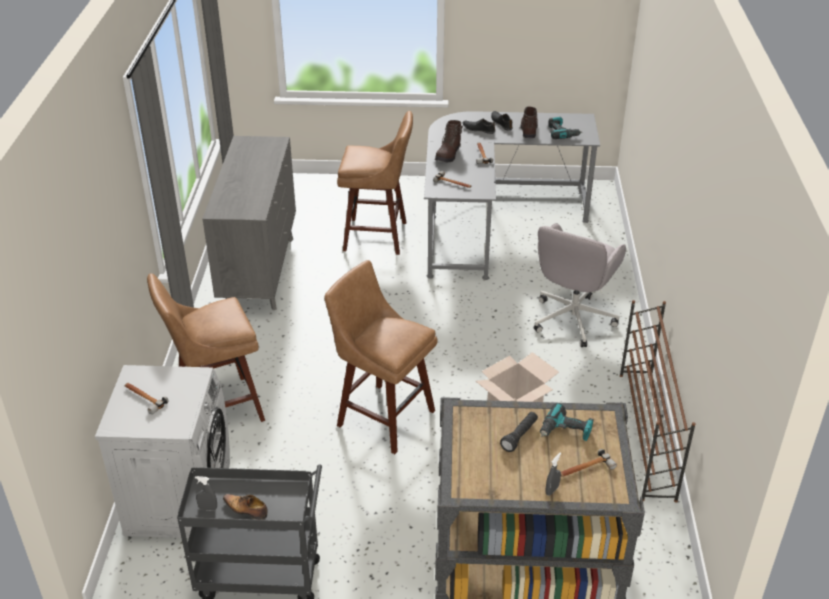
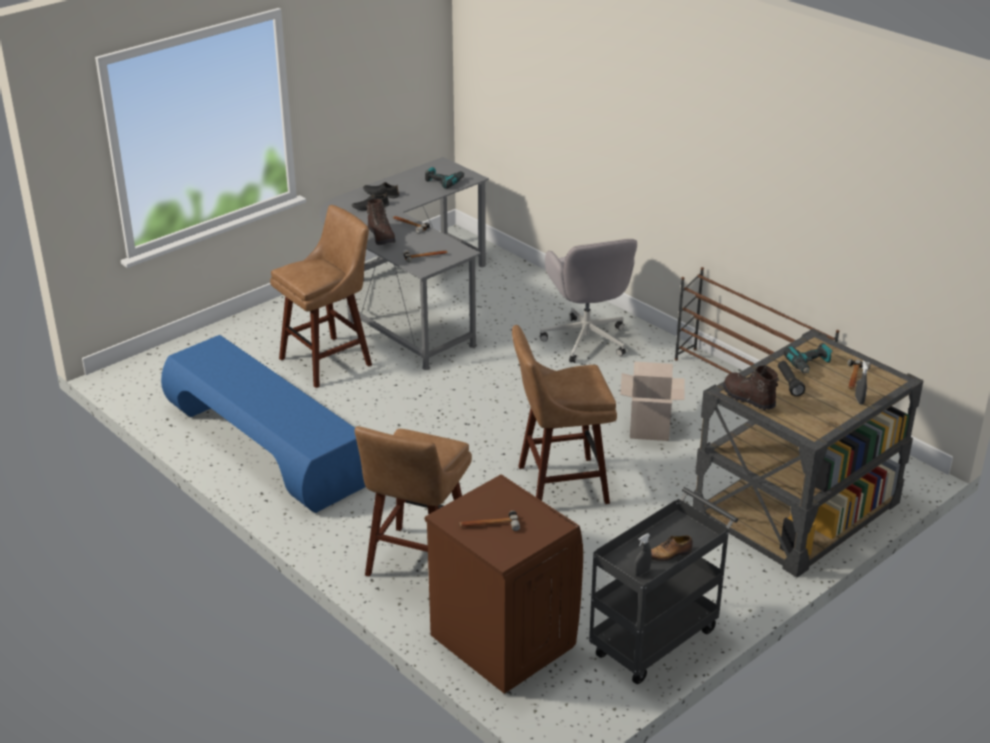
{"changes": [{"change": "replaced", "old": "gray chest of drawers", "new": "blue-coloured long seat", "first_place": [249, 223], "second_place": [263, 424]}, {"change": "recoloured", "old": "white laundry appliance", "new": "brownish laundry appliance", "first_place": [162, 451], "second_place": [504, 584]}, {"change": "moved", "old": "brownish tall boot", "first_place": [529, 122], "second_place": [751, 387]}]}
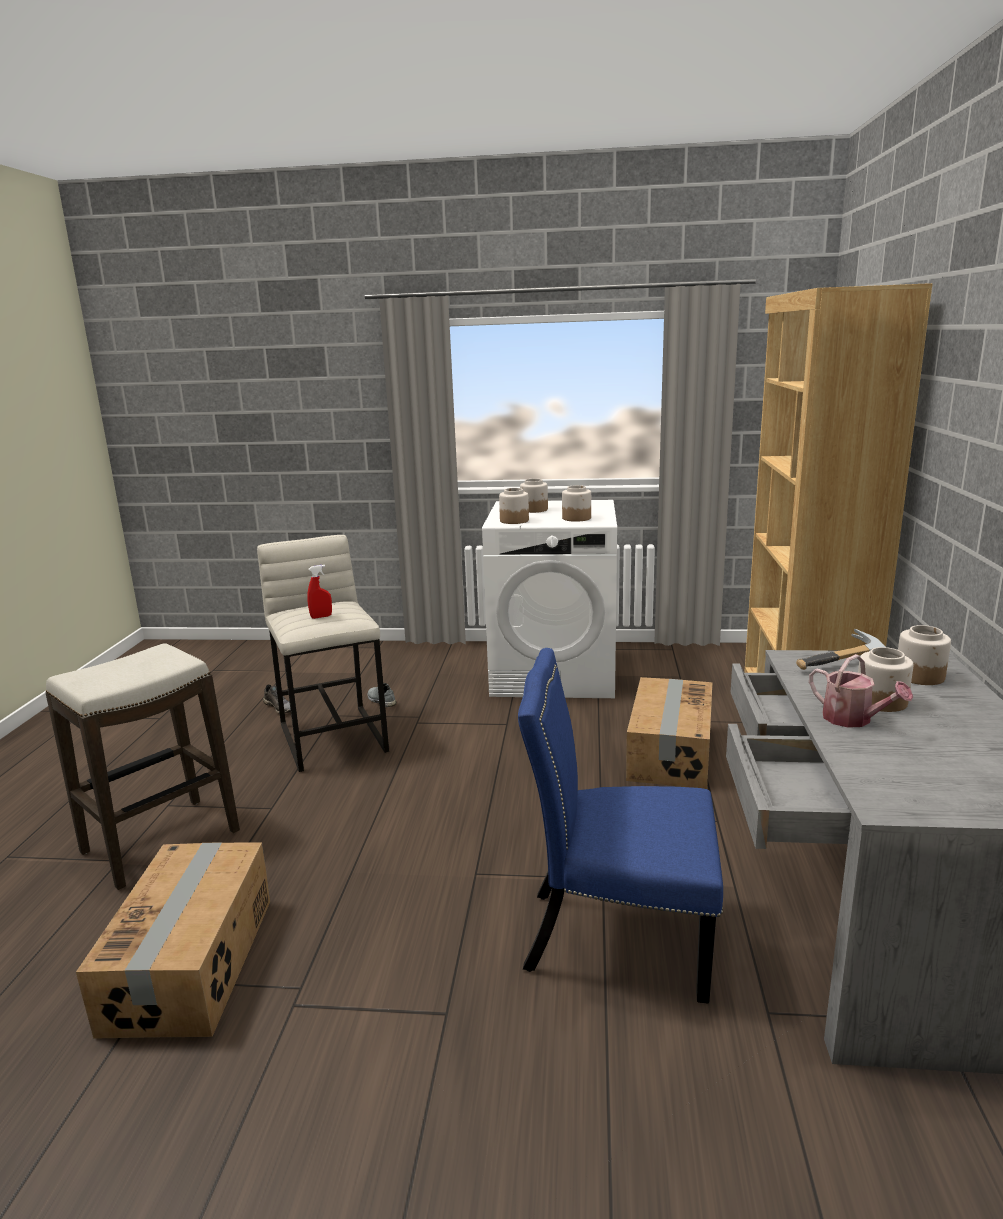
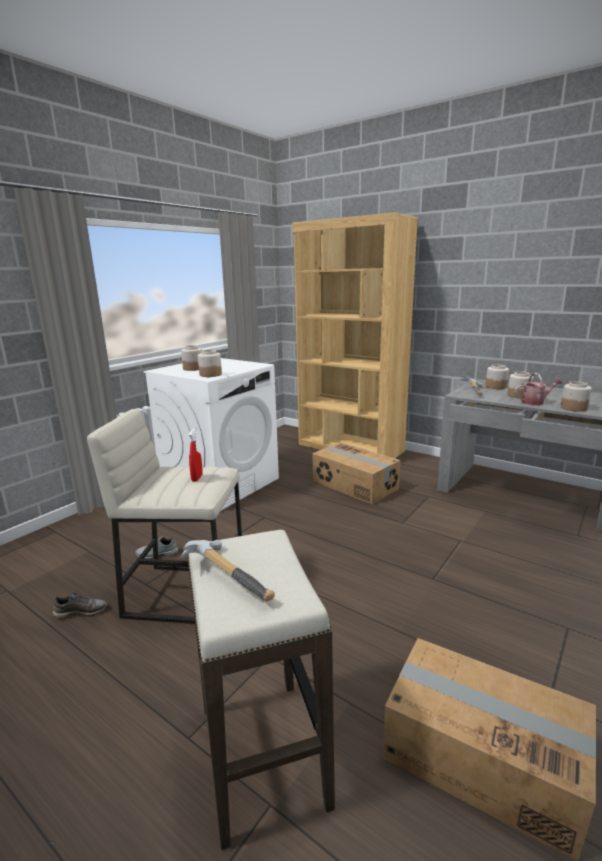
{"changes": [{"change": "added", "new": "tool hammer", "second_place": [228, 570]}, {"change": "moved", "old": "preserve jar", "first_place": [576, 503], "second_place": [576, 396]}, {"change": "removed", "old": "blue-coloured chair", "first_place": [620, 825]}]}
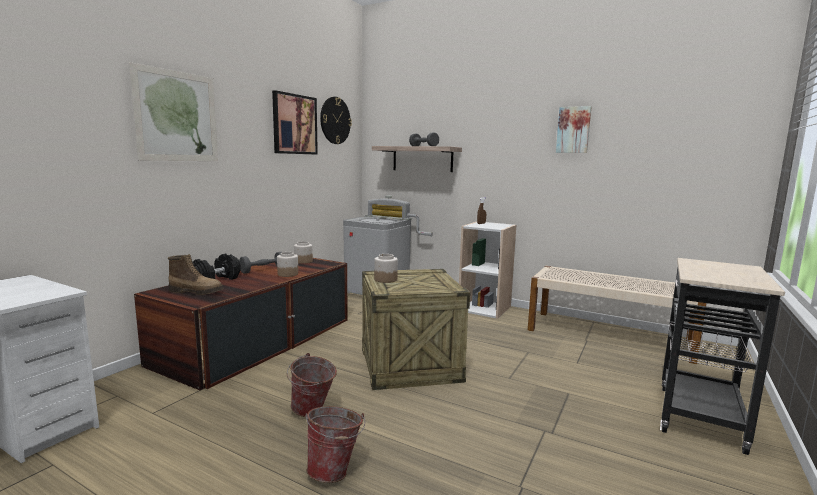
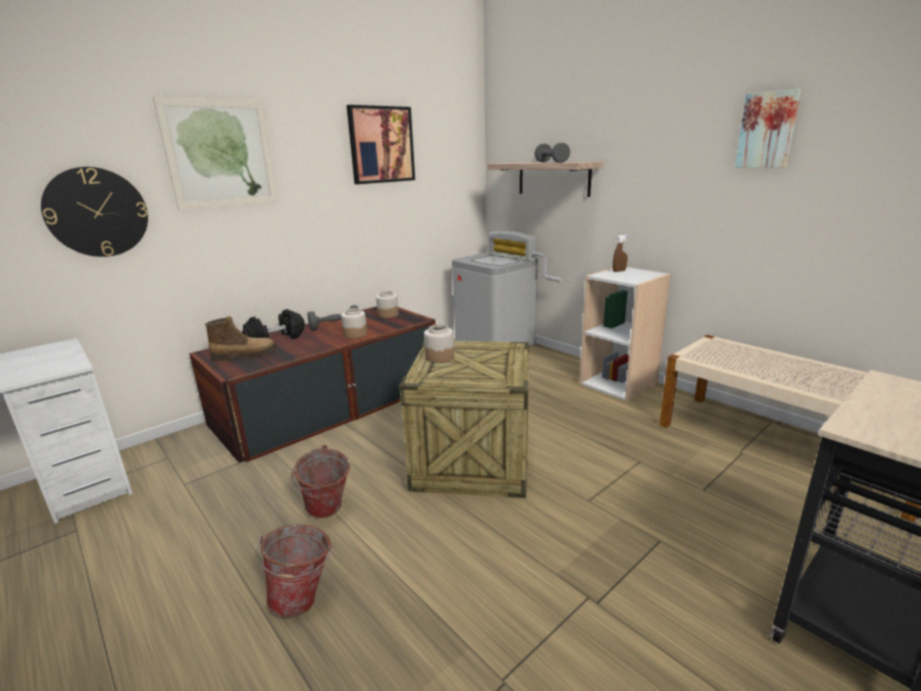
{"changes": [{"change": "moved", "old": "clock on the wall", "first_place": [336, 120], "second_place": [94, 212]}, {"change": "turned", "old": "tall boot", "first_place": [196, 274], "second_place": [241, 338], "degrees": -45}]}
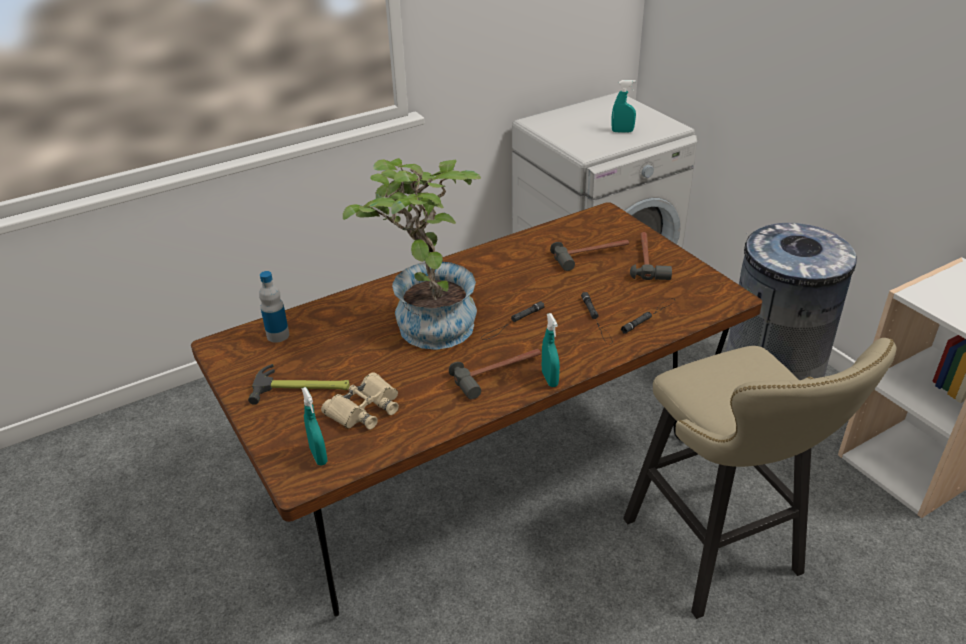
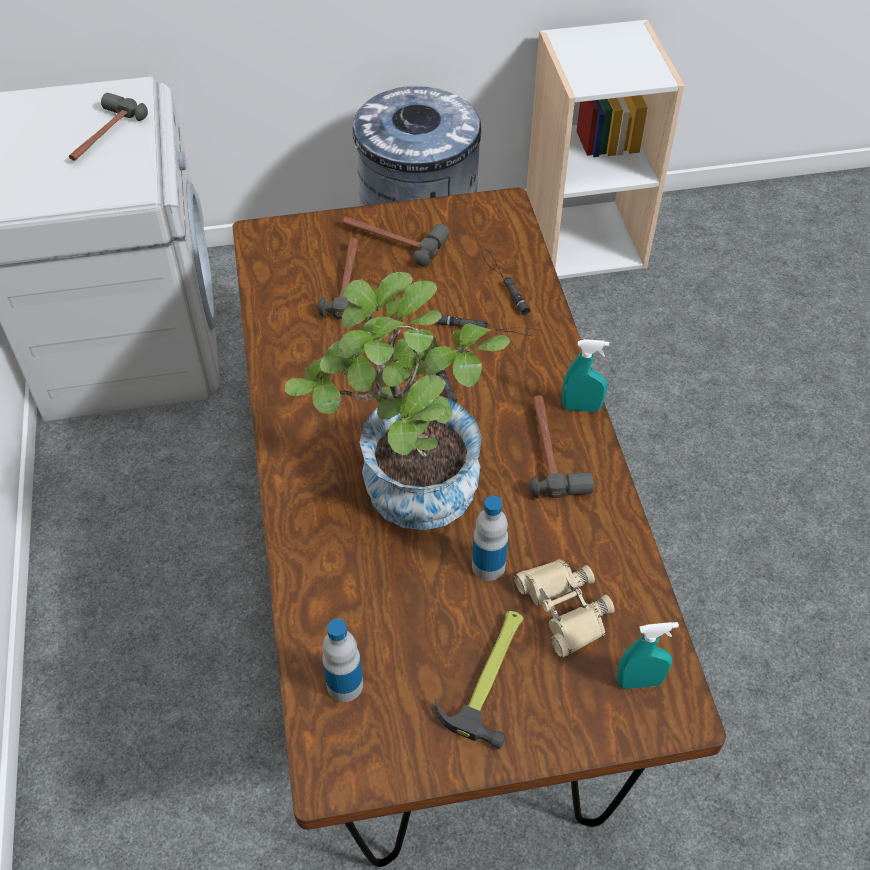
{"changes": [{"change": "replaced", "old": "turquoise sprayer", "new": "tool hammer", "first_place": [623, 106], "second_place": [108, 127]}, {"change": "added", "new": "beverage bottle", "second_place": [490, 538]}, {"change": "removed", "old": "beige-coloured stool seat", "first_place": [759, 478]}]}
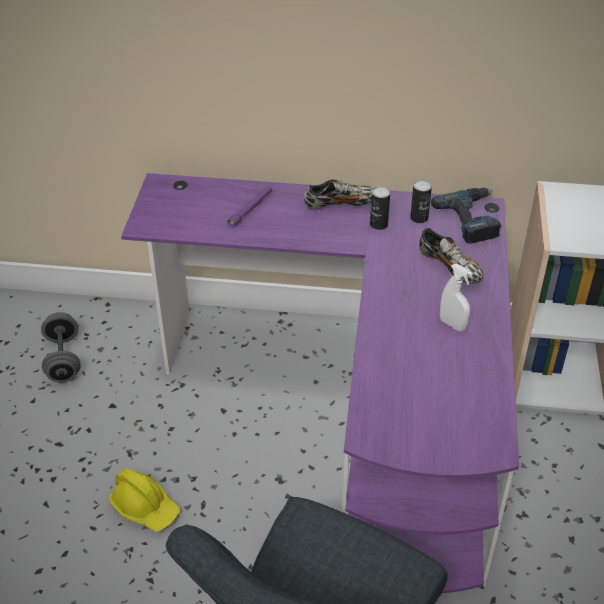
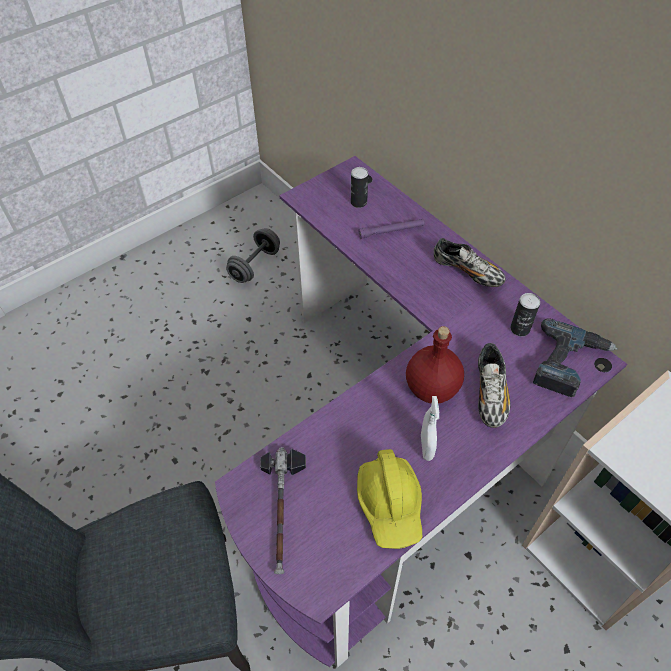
{"changes": [{"change": "added", "new": "tool hammer", "second_place": [283, 510]}, {"change": "moved", "old": "sealed can", "first_place": [380, 208], "second_place": [359, 187]}, {"change": "moved", "old": "yellow-coloured safety helmet", "first_place": [144, 500], "second_place": [389, 499]}, {"change": "added", "new": "red-coloured beverage bottle", "second_place": [435, 365]}]}
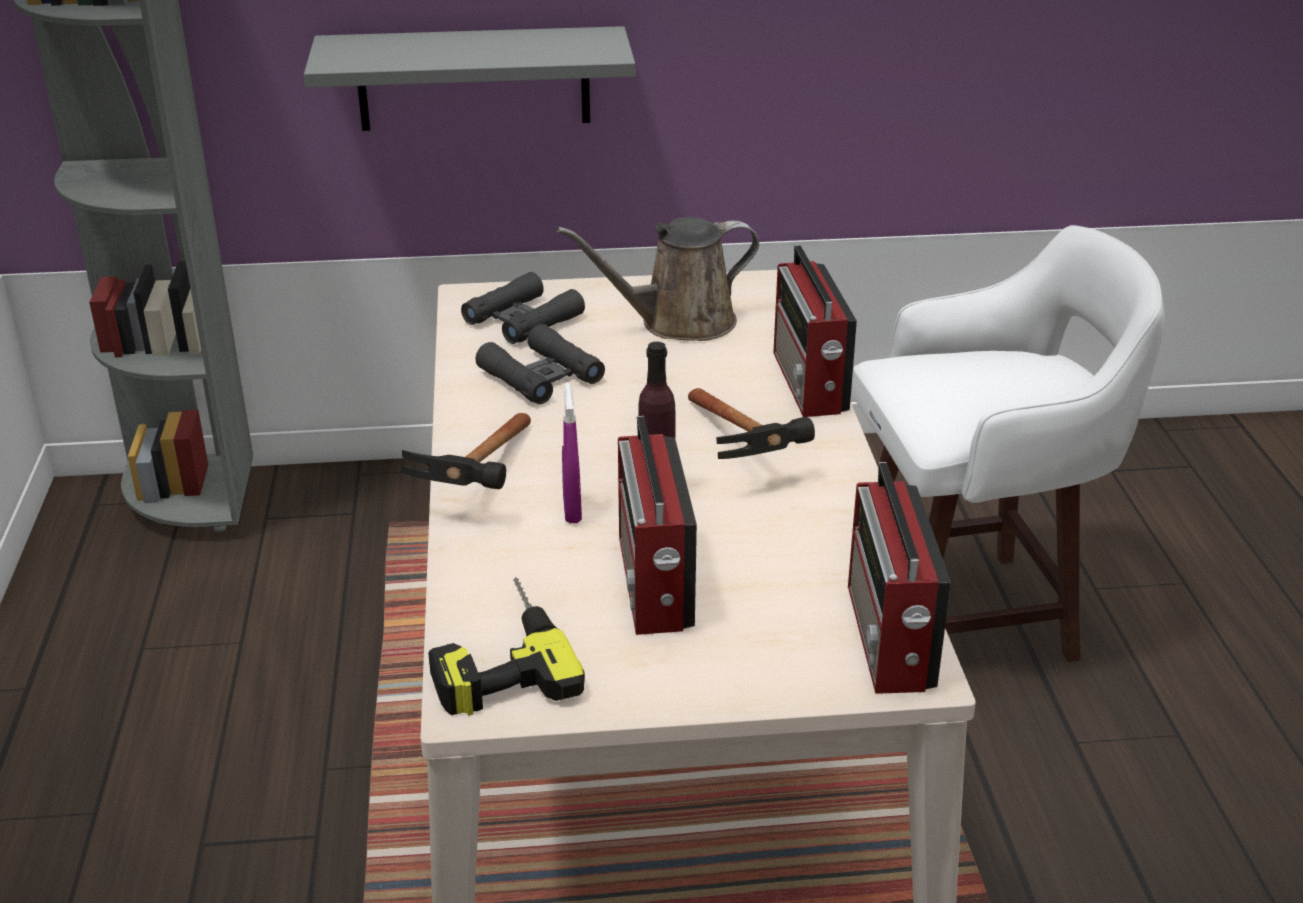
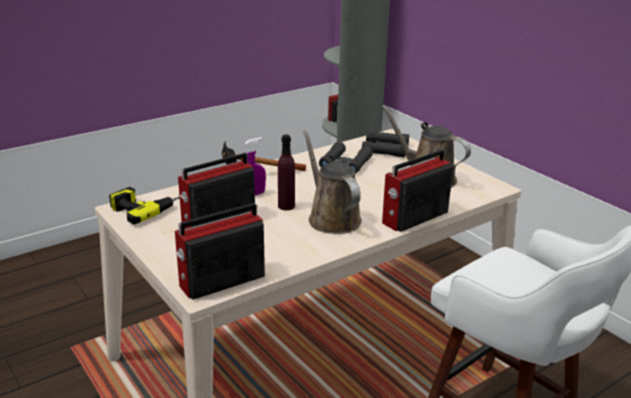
{"changes": [{"change": "replaced", "old": "tool hammer", "new": "brownish watering can", "first_place": [751, 423], "second_place": [332, 182]}, {"change": "removed", "old": "gray wall shelf", "first_place": [469, 78]}]}
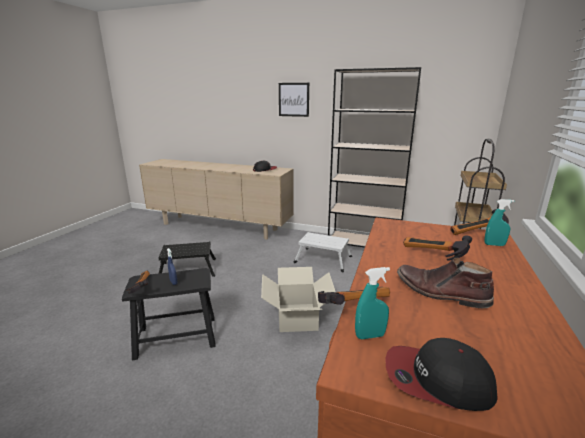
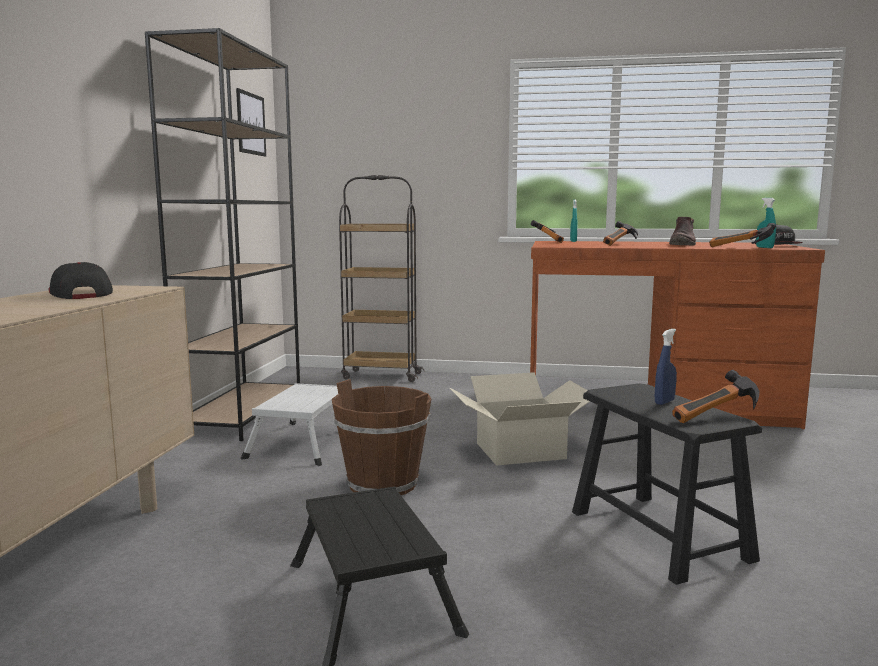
{"changes": [{"change": "moved", "old": "picture", "first_place": [294, 100], "second_place": [251, 122]}, {"change": "added", "new": "brownish bucket", "second_place": [381, 437]}]}
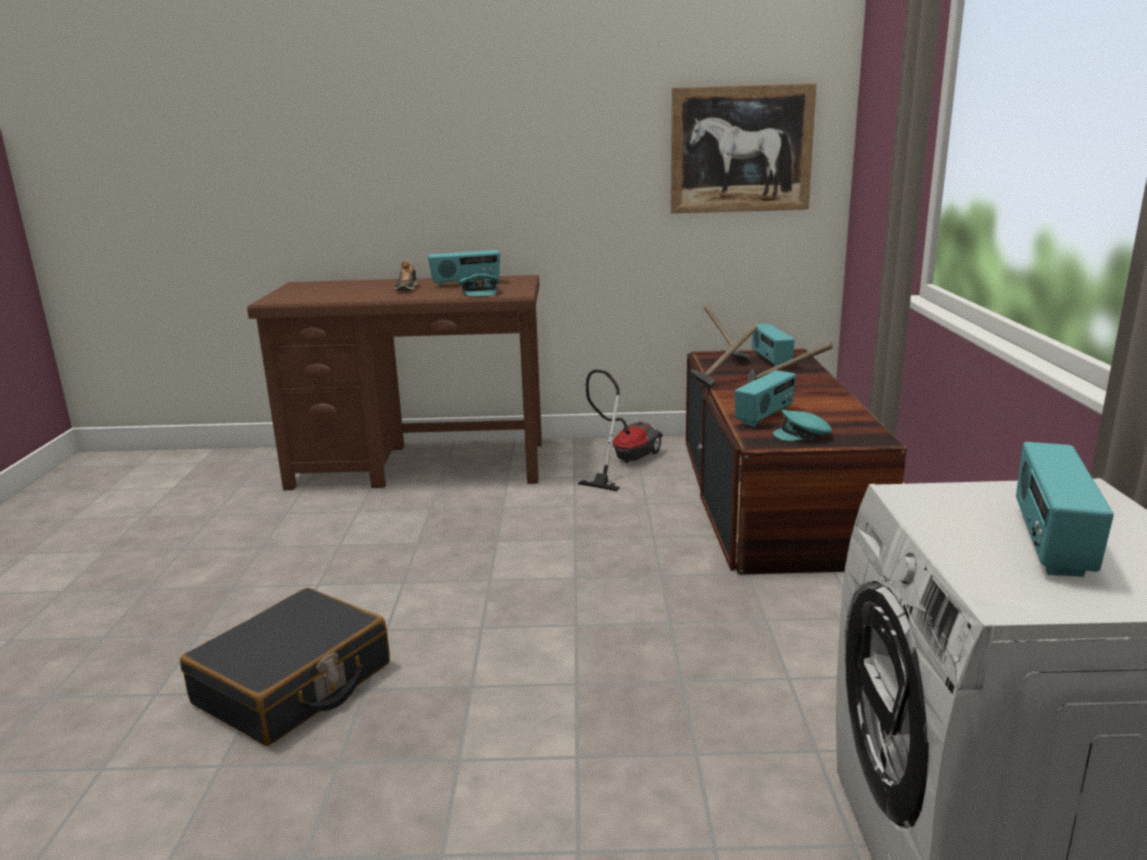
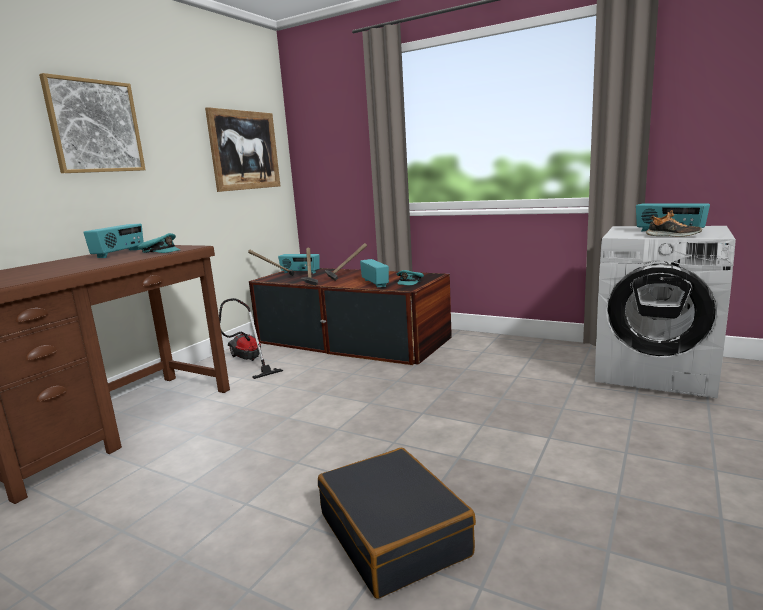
{"changes": [{"change": "added", "new": "picture", "second_place": [92, 123]}, {"change": "moved", "old": "low shoe", "first_place": [406, 276], "second_place": [674, 223]}]}
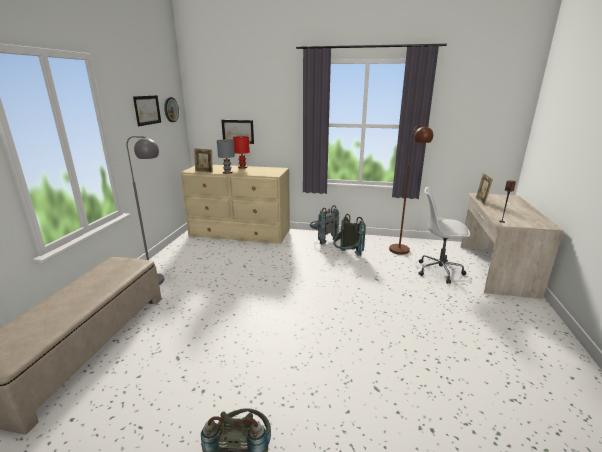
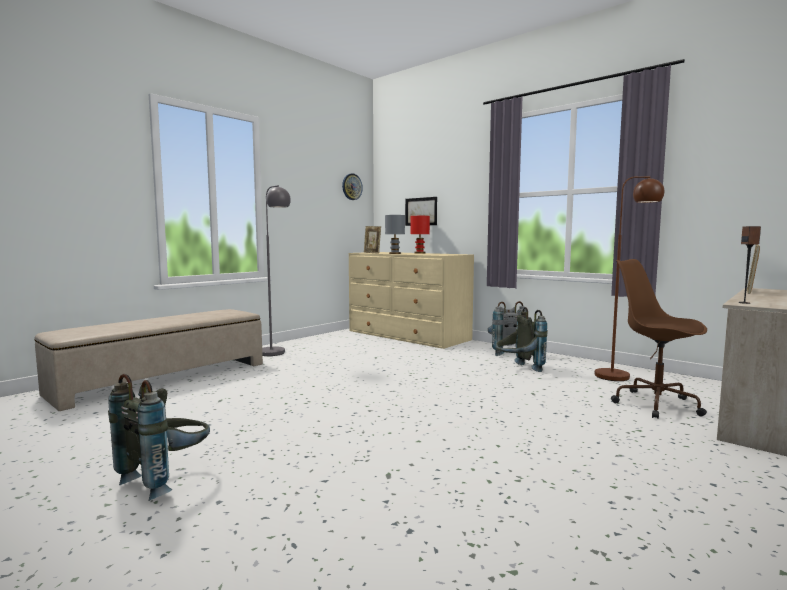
{"changes": [{"change": "recoloured", "old": "white office chair", "new": "brownish office chair", "first_place": [444, 235], "second_place": [659, 339]}, {"change": "removed", "old": "picture", "first_place": [147, 110]}]}
